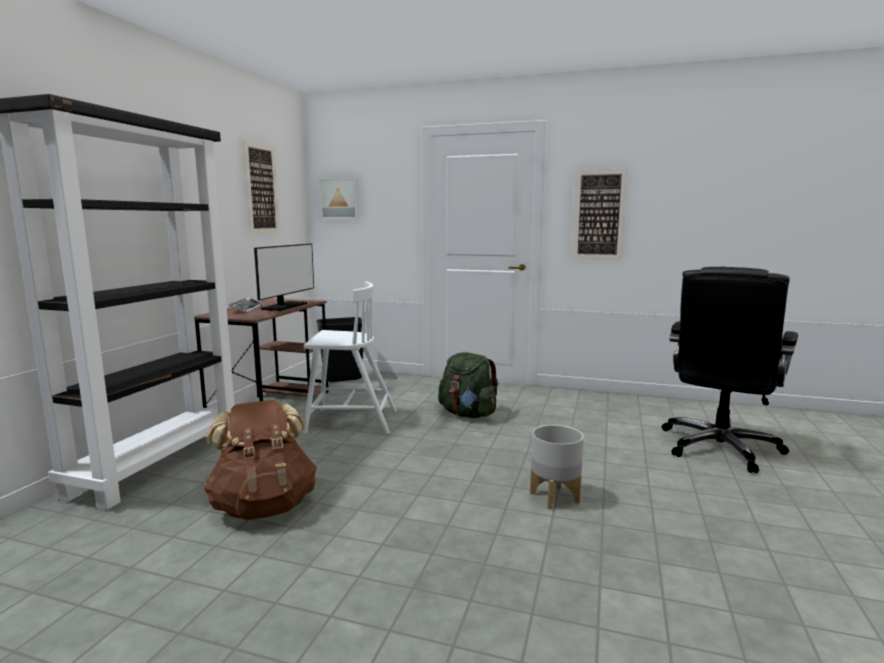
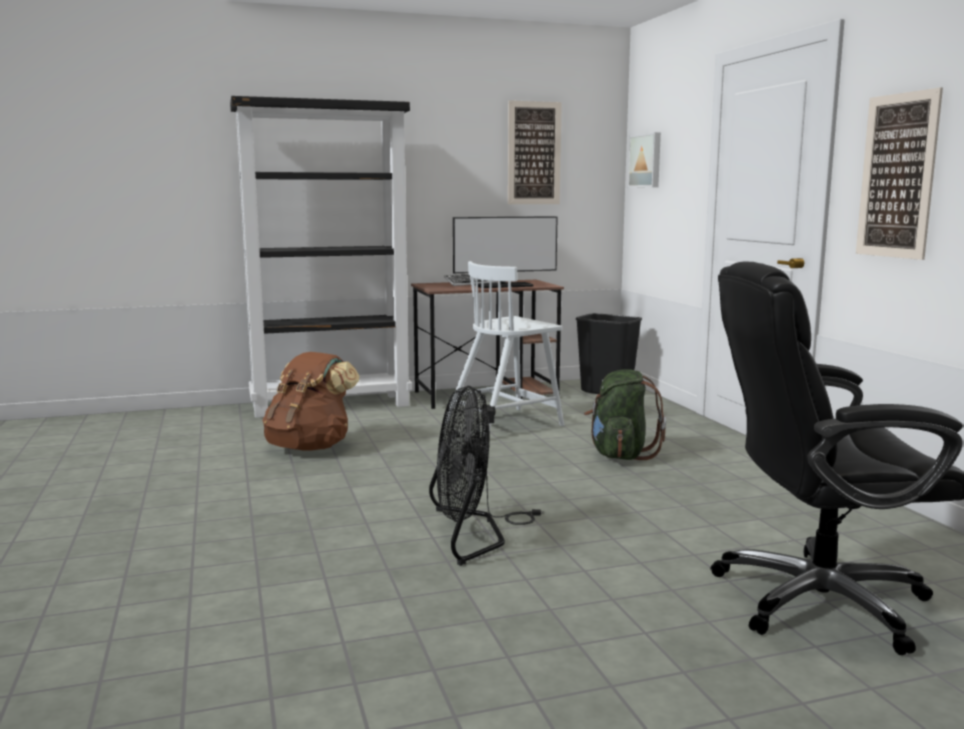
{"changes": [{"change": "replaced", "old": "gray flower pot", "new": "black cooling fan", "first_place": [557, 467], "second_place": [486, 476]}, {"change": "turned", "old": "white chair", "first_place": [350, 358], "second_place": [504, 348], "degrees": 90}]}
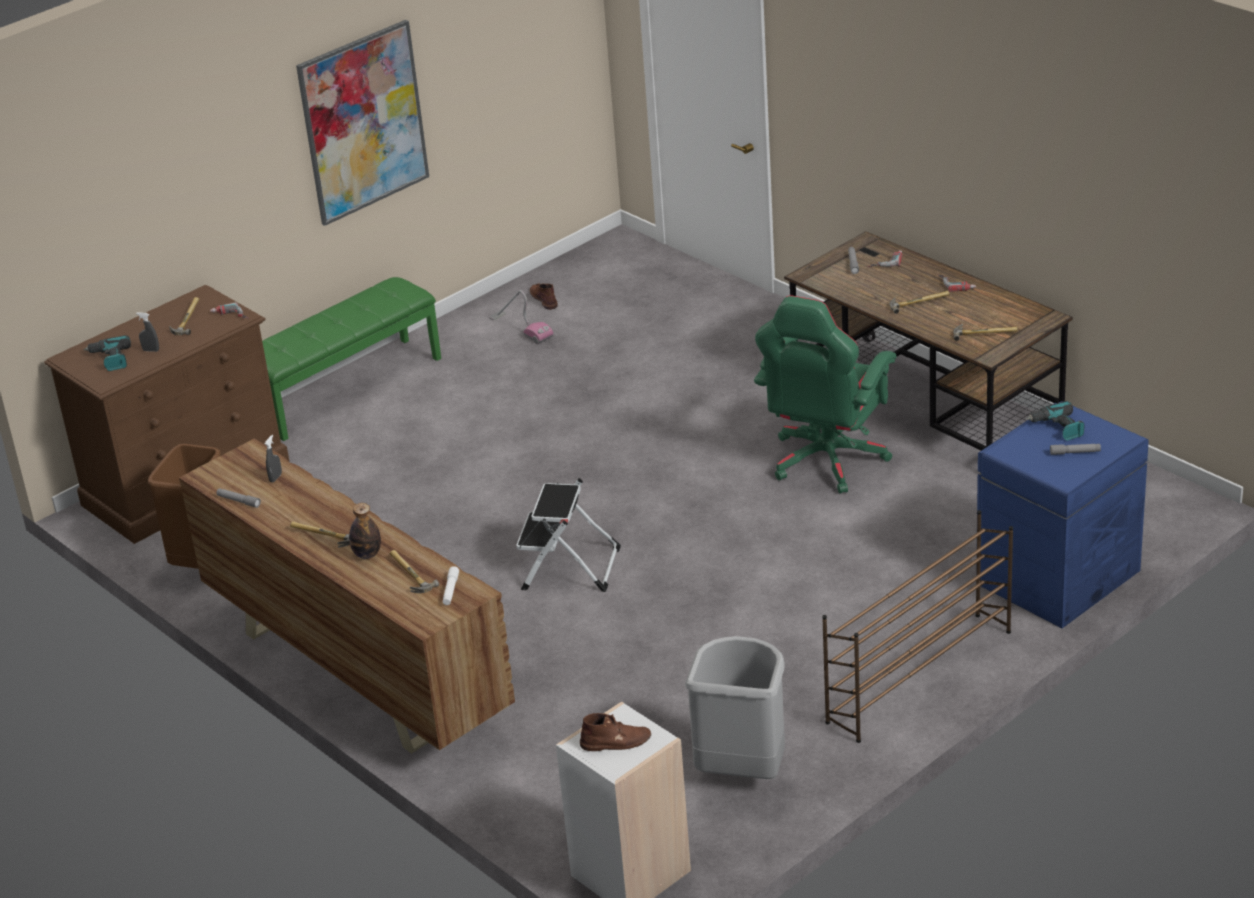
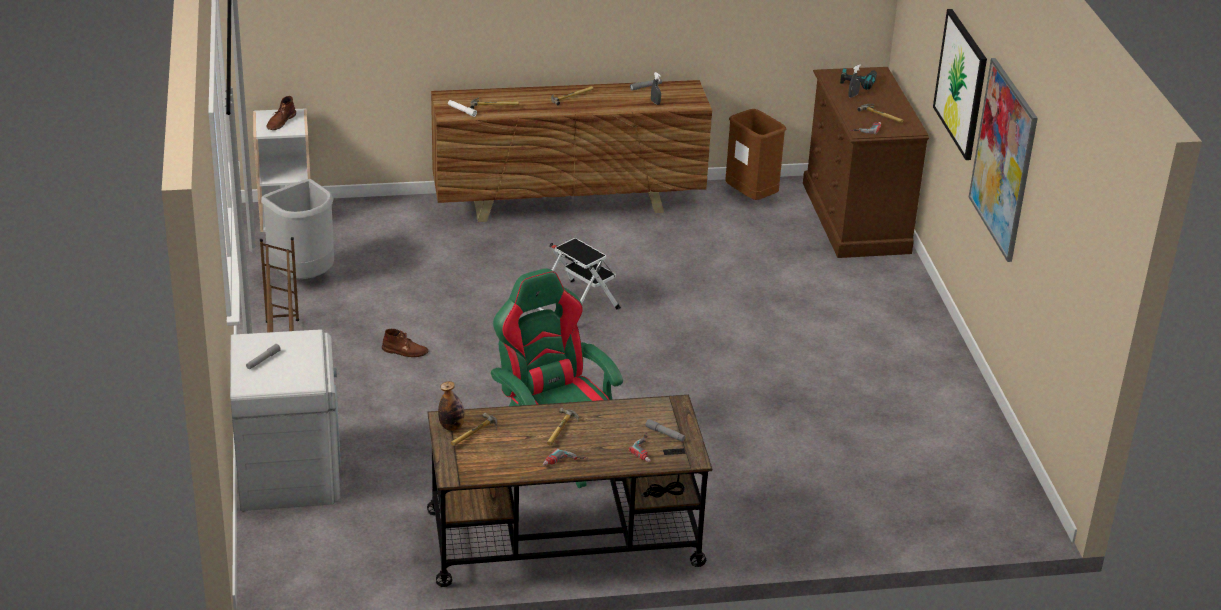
{"changes": [{"change": "recoloured", "old": "blue-coloured laundry appliance", "new": "white laundry appliance", "first_place": [1062, 514], "second_place": [285, 420]}, {"change": "moved", "old": "brownish tall boot", "first_place": [544, 296], "second_place": [405, 343]}, {"change": "moved", "old": "beverage bottle", "first_place": [365, 531], "second_place": [451, 406]}, {"change": "added", "new": "picture", "second_place": [960, 84]}, {"change": "removed", "old": "greenish long seat", "first_place": [351, 359]}, {"change": "removed", "old": "vacuum cleaner", "first_place": [521, 317]}, {"change": "removed", "old": "power drill", "first_place": [1055, 421]}]}
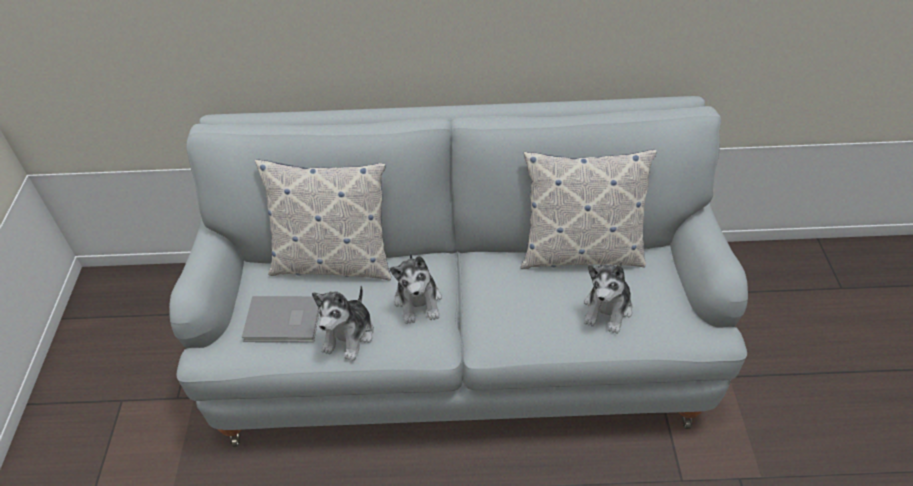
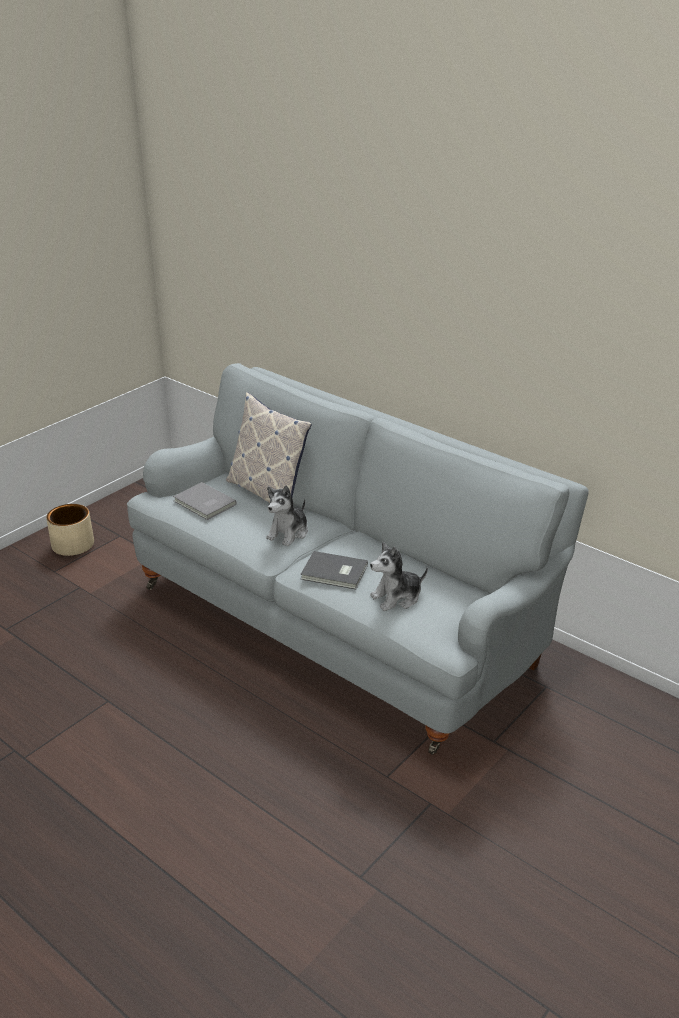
{"changes": [{"change": "added", "new": "beige-coloured flower pot", "second_place": [70, 530]}, {"change": "added", "new": "gray volume", "second_place": [334, 570]}, {"change": "removed", "old": "soft toy", "first_place": [343, 323]}, {"change": "removed", "old": "pillow", "first_place": [588, 209]}]}
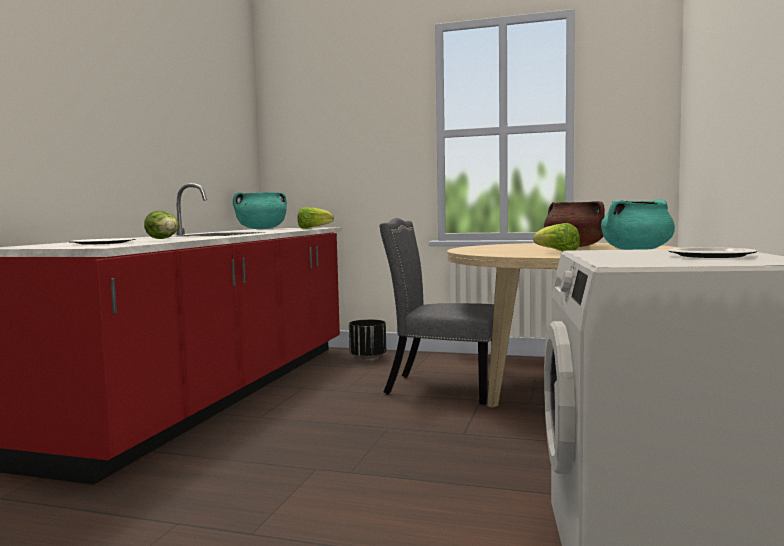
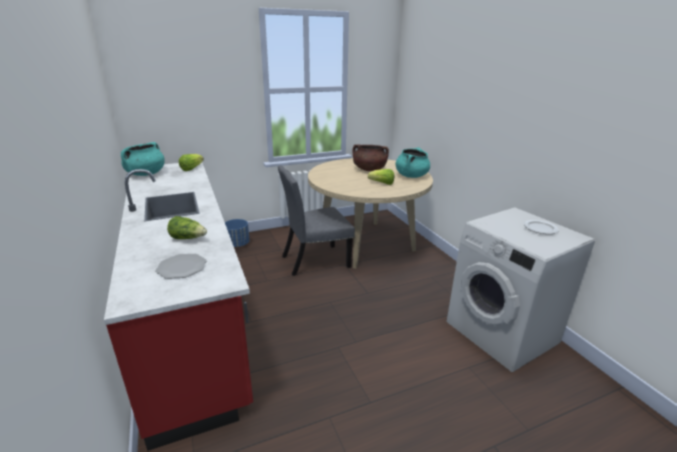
{"changes": [{"change": "recoloured", "old": "black flower pot", "new": "blue-coloured flower pot", "first_place": [367, 339], "second_place": [237, 233]}]}
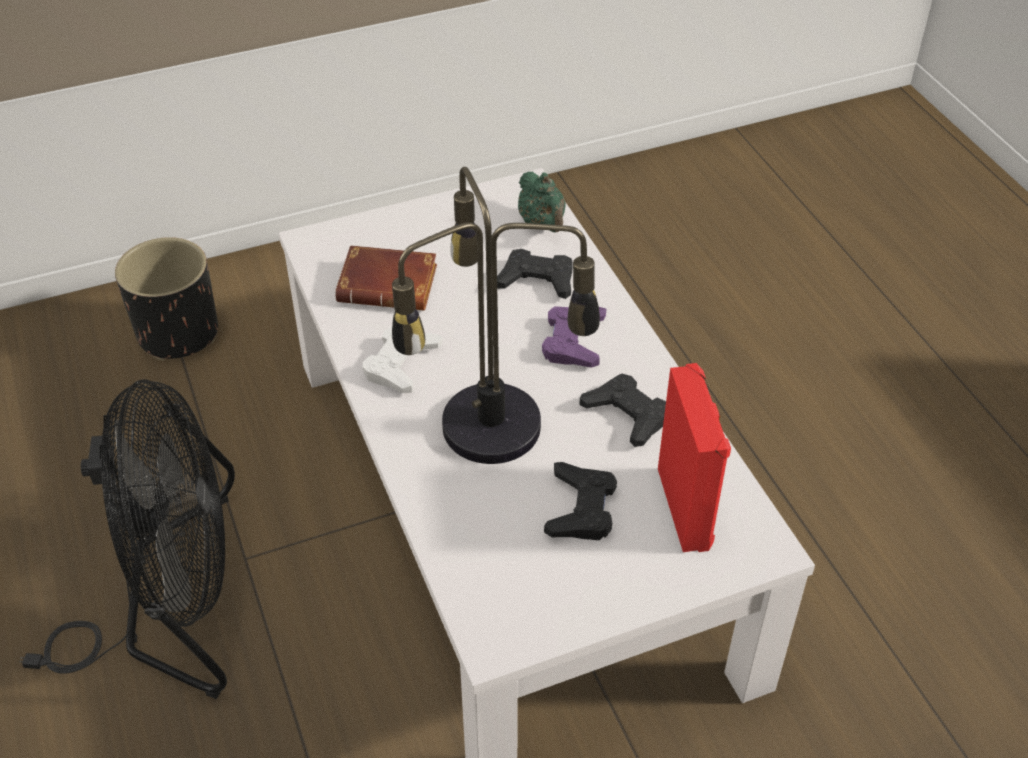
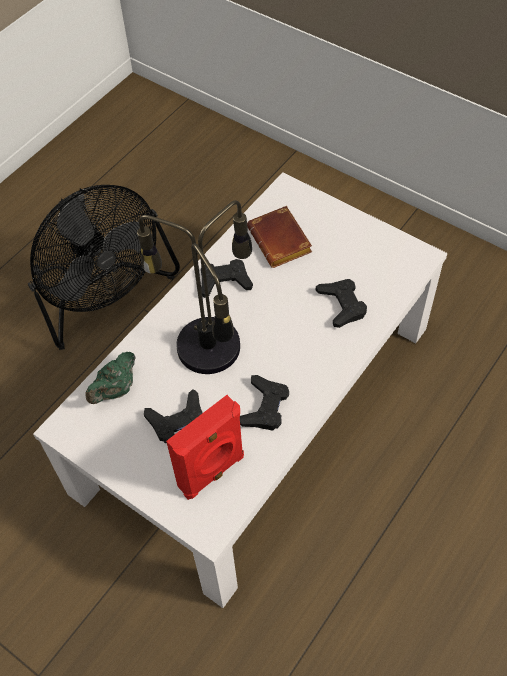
{"changes": [{"change": "moved", "old": "greenish teapot", "first_place": [542, 201], "second_place": [111, 378]}, {"change": "recoloured", "old": "white joypad", "new": "black joypad", "first_place": [403, 359], "second_place": [227, 278]}, {"change": "removed", "old": "black flower pot", "first_place": [166, 299]}, {"change": "removed", "old": "purple joypad", "first_place": [574, 337]}]}
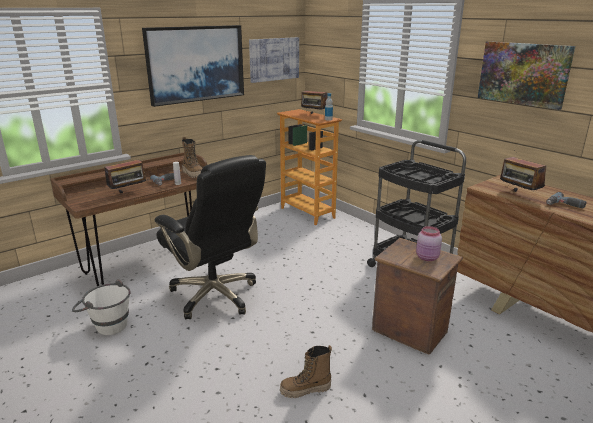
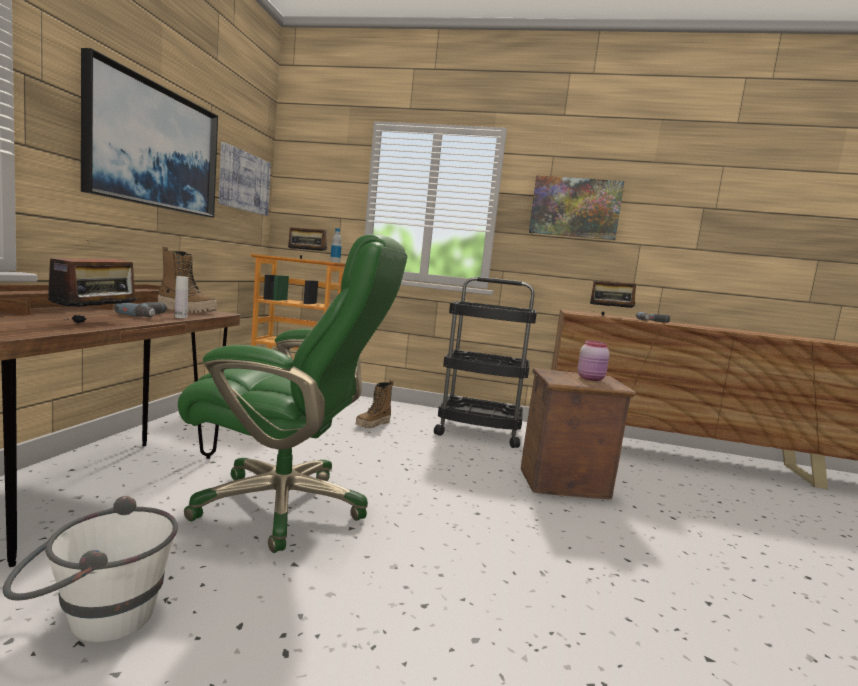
{"changes": [{"change": "recoloured", "old": "black office chair", "new": "greenish office chair", "first_place": [210, 237], "second_place": [292, 393]}, {"change": "moved", "old": "tall boot", "first_place": [306, 371], "second_place": [375, 404]}]}
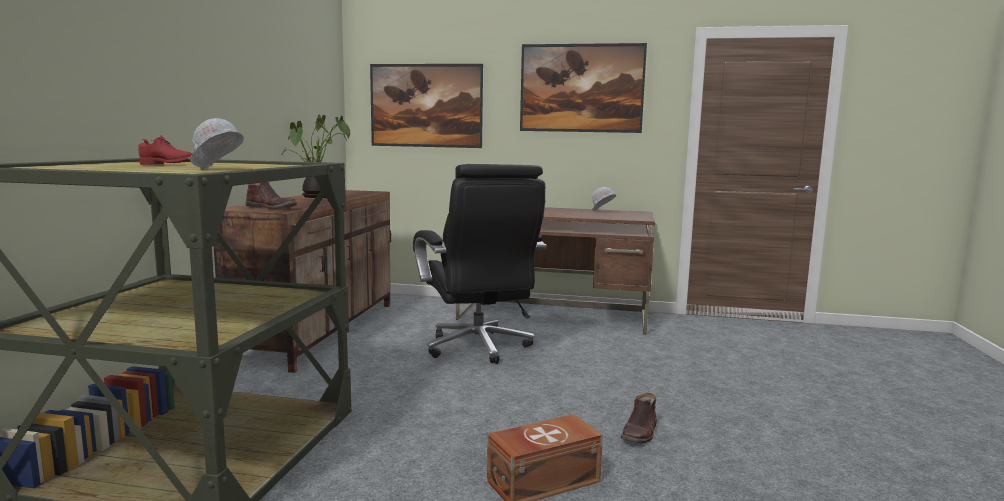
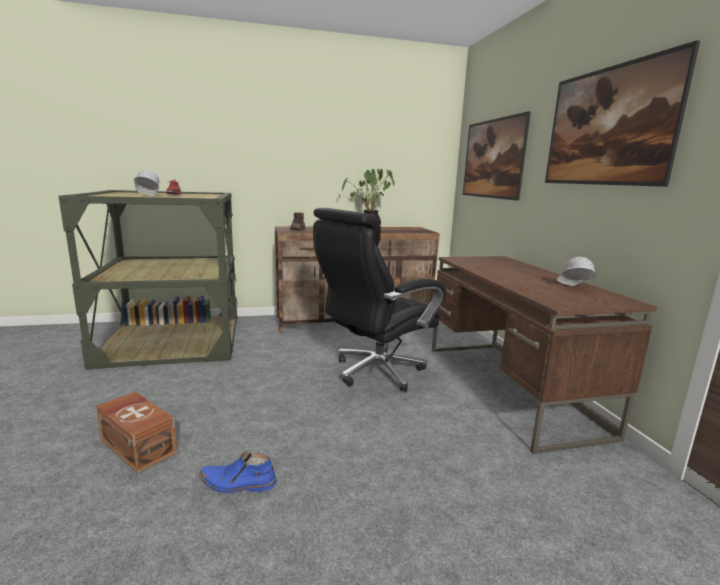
{"changes": [{"change": "recoloured", "old": "brownish tall boot", "new": "blue-coloured tall boot", "first_place": [639, 418], "second_place": [238, 472]}]}
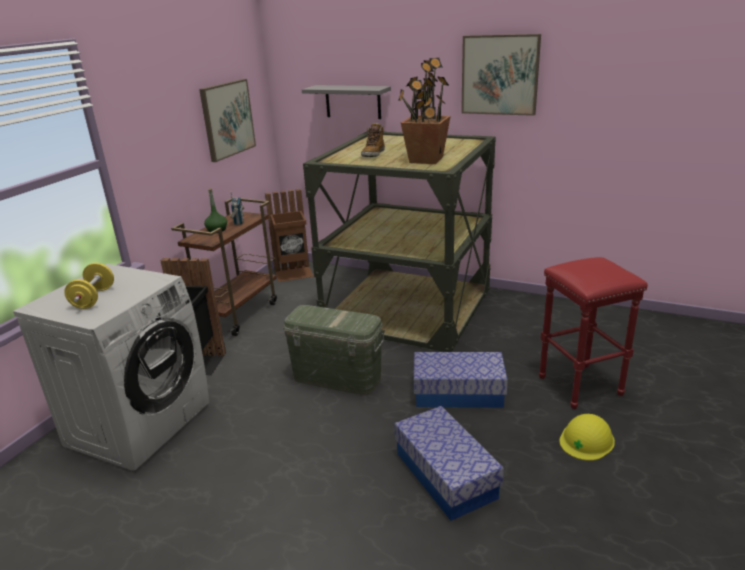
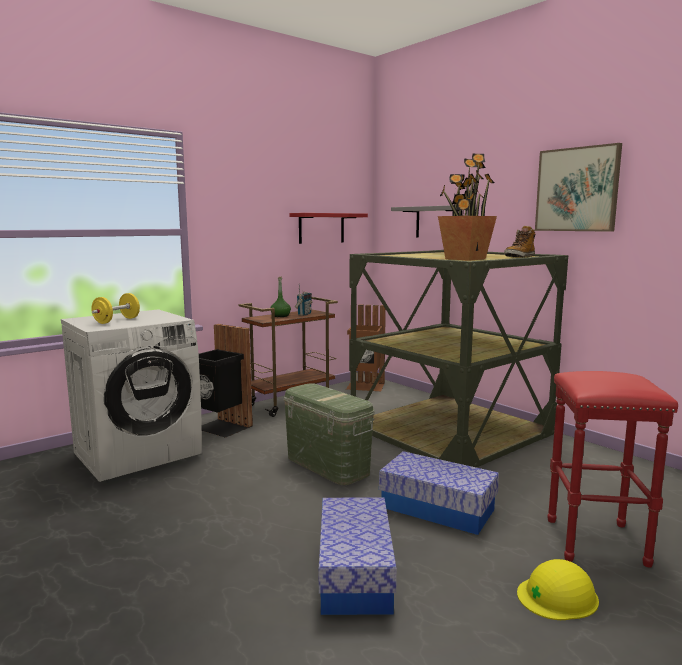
{"changes": [{"change": "replaced", "old": "picture", "new": "red-coloured wall shelf", "first_place": [227, 120], "second_place": [328, 228]}, {"change": "moved", "old": "tall boot", "first_place": [373, 140], "second_place": [519, 241]}]}
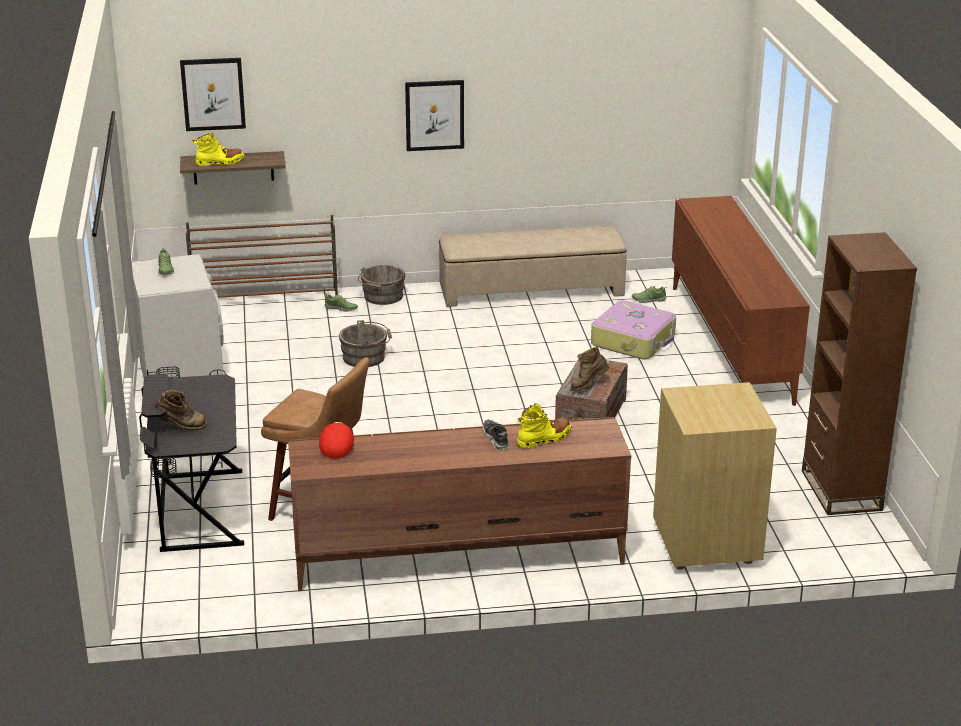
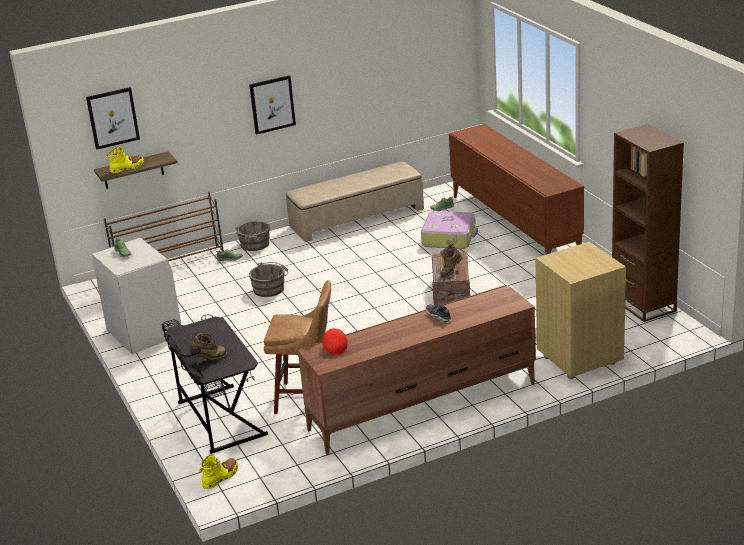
{"changes": [{"change": "moved", "old": "yellow-coloured tall boot", "first_place": [544, 426], "second_place": [219, 472]}]}
